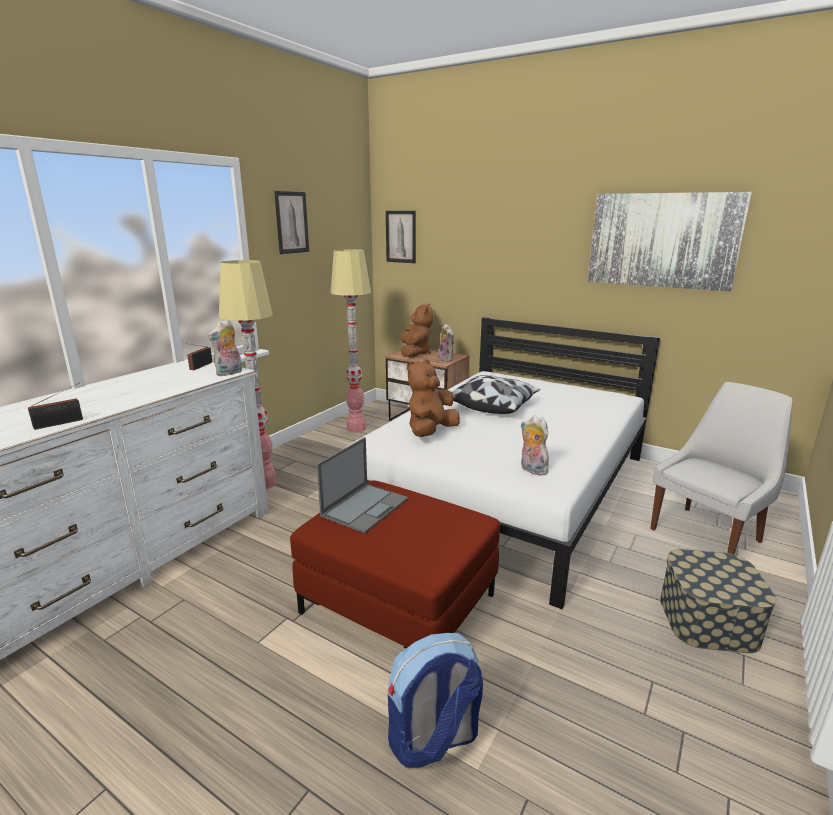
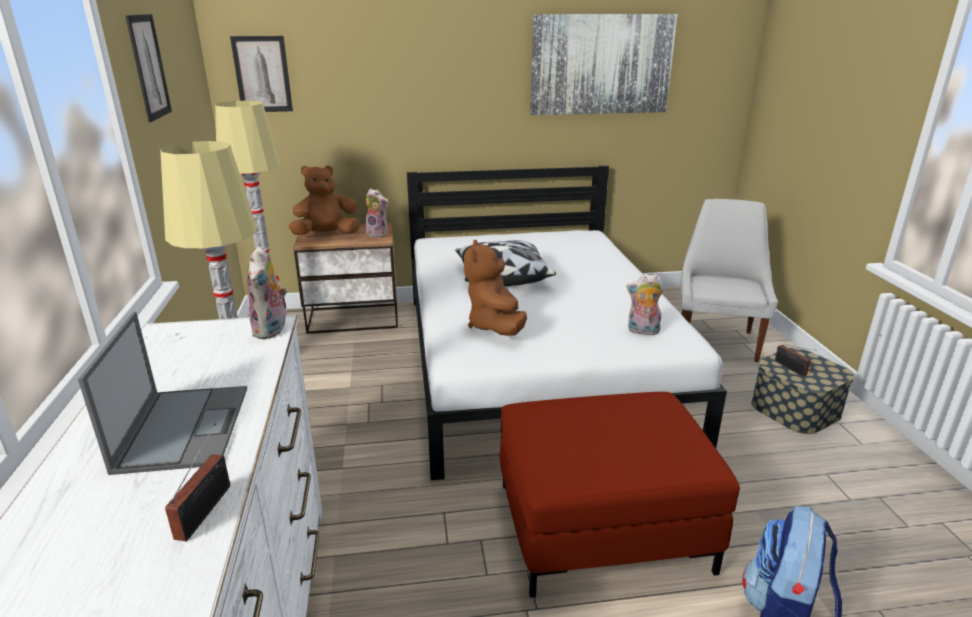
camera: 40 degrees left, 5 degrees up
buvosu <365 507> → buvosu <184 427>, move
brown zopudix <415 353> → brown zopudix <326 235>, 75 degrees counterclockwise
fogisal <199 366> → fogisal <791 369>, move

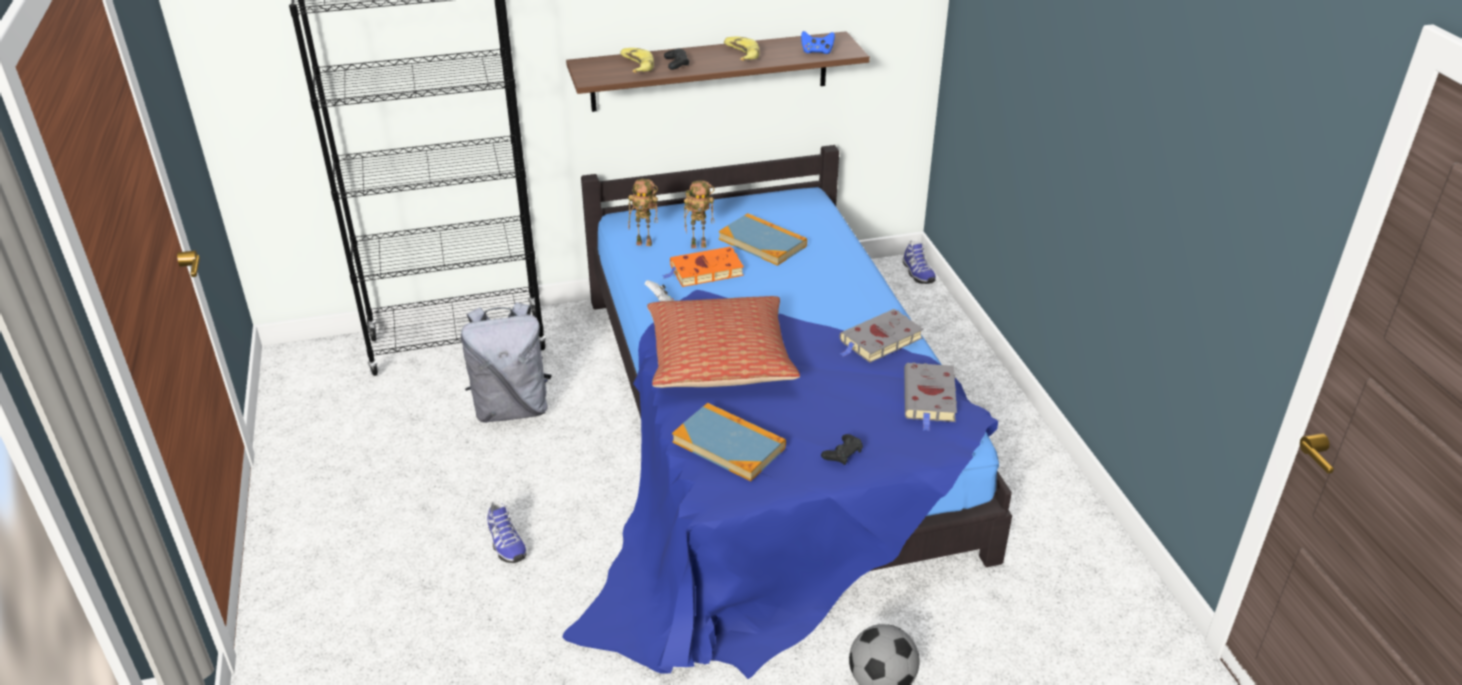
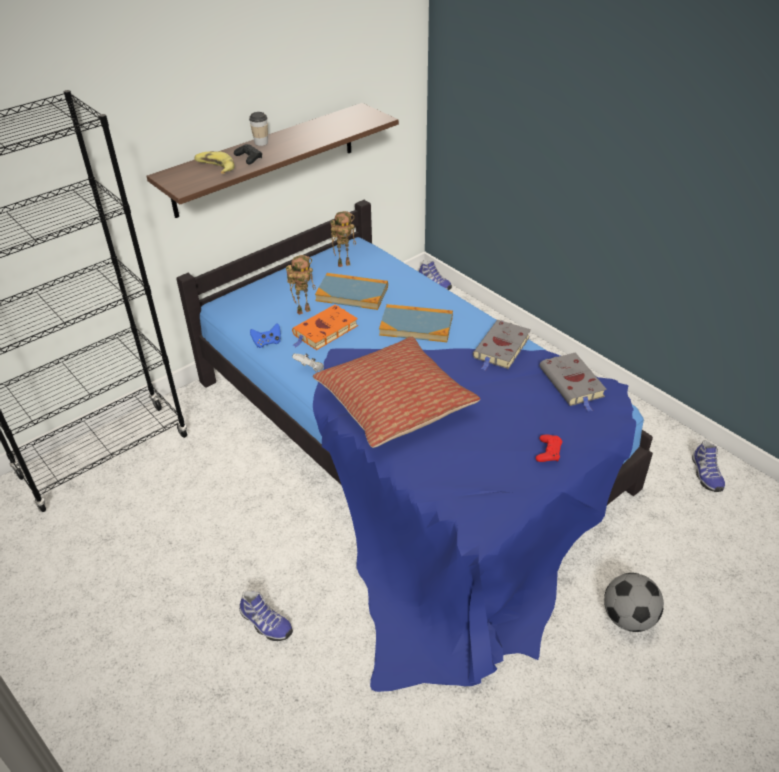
camera: 25 degrees left, 5 degrees up
- → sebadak <261 142>
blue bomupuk <817 51> → blue bomupuk <267 342>, move
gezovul <645 243> → gezovul <344 264>, move
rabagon <729 445> → rabagon <416 326>, move
black bomupuk <842 453> → red bomupuk <548 452>
- → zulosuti <705 474>
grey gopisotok <512 408> → -
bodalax <741 54> → -

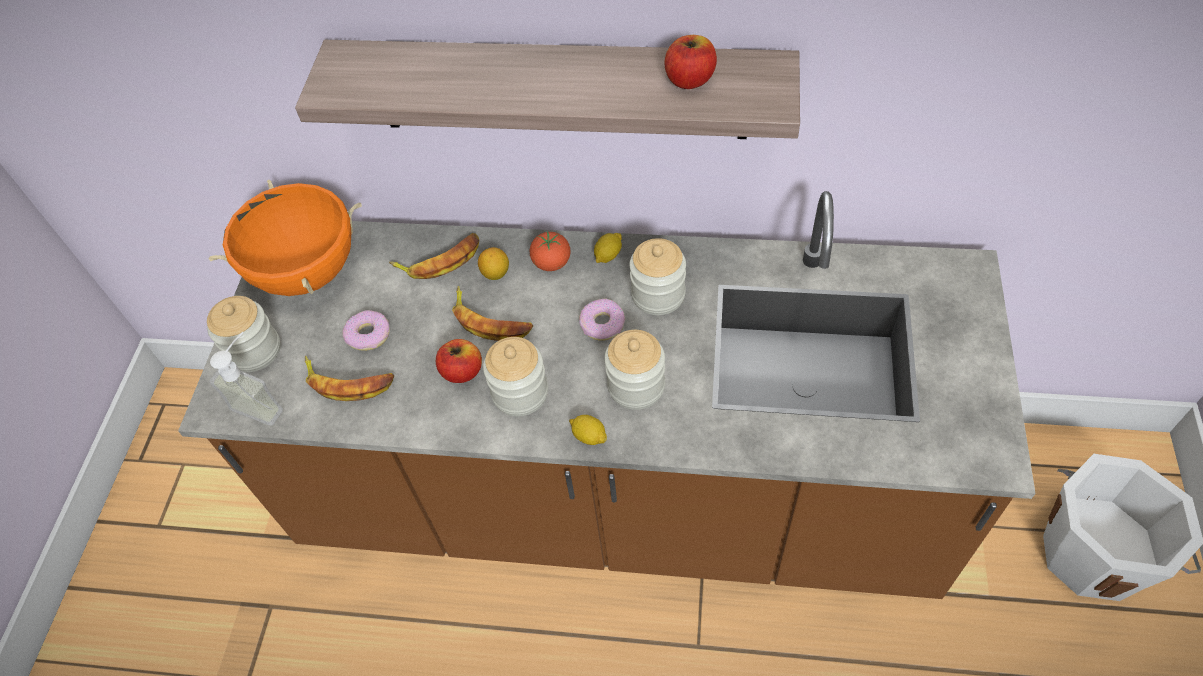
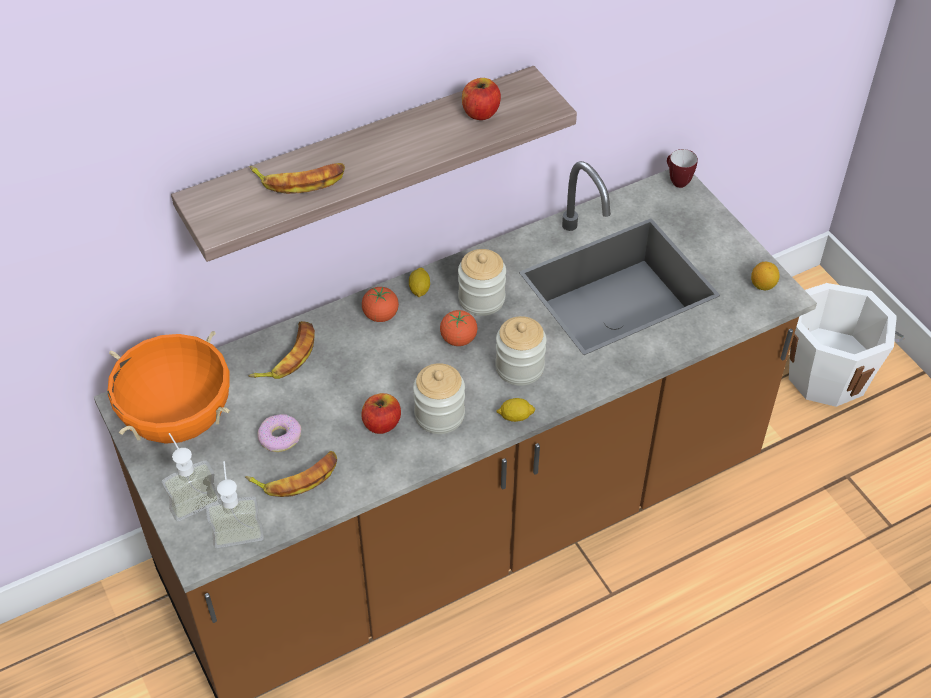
camera: 40 degrees left, 5 degrees down
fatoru <254 350> → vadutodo <191 497>
bodalax <490 320> → bodalax <300 180>, move
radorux <602 324> → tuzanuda <458 339>
- → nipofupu <676 181>
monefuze <496 273> → monefuze <763 285>, move

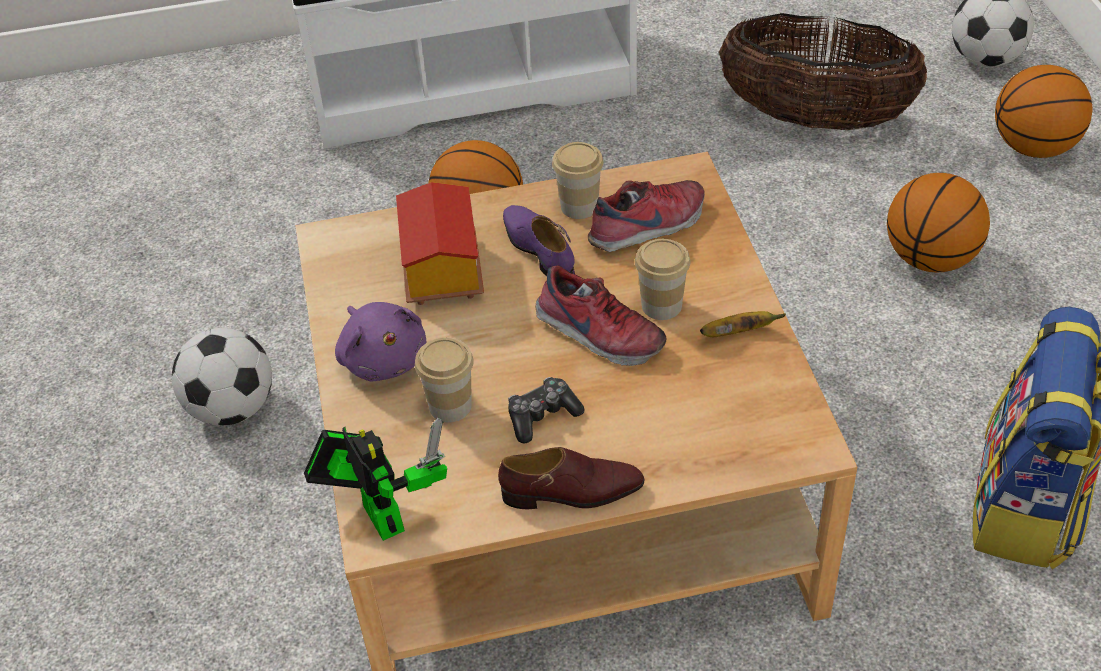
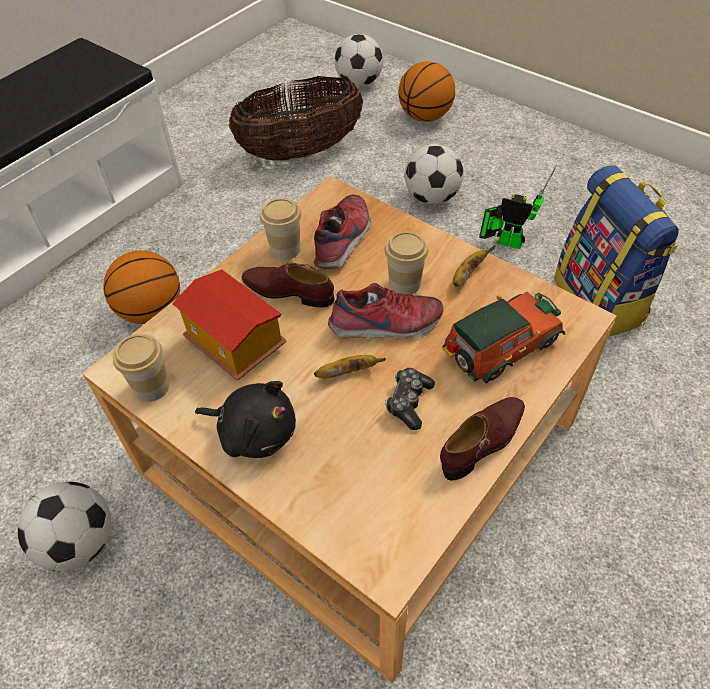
camera: 40 degrees left, 5 degrees up
sebadak <450 406> → sebadak <152 387>, move
purple zopudix <383 358> → black zopudix <254 432>
purple zulosuti <539 250> → brown zulosuti <288 291>
- → bodalax <348 372>
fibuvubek <931 258> → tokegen <432 197>
- → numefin <499 349>
gezovul <380 512> → gezovul <505 241>, move

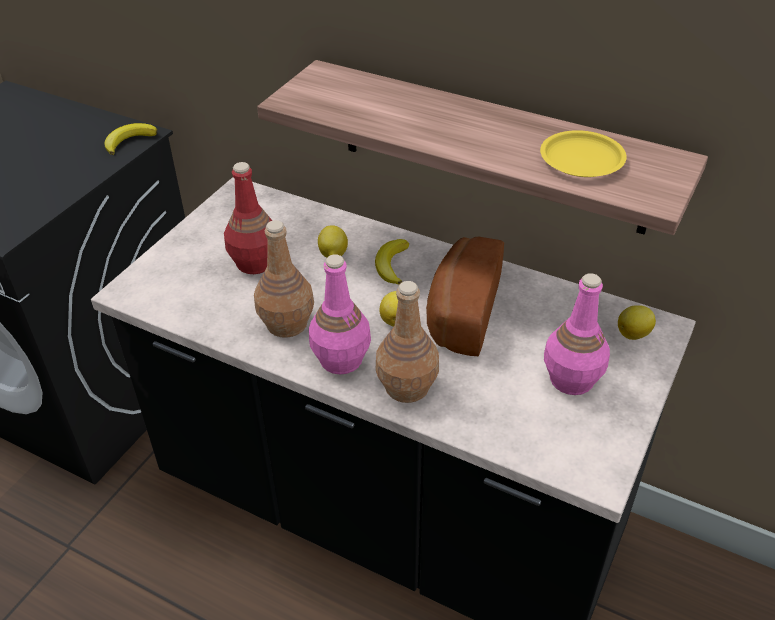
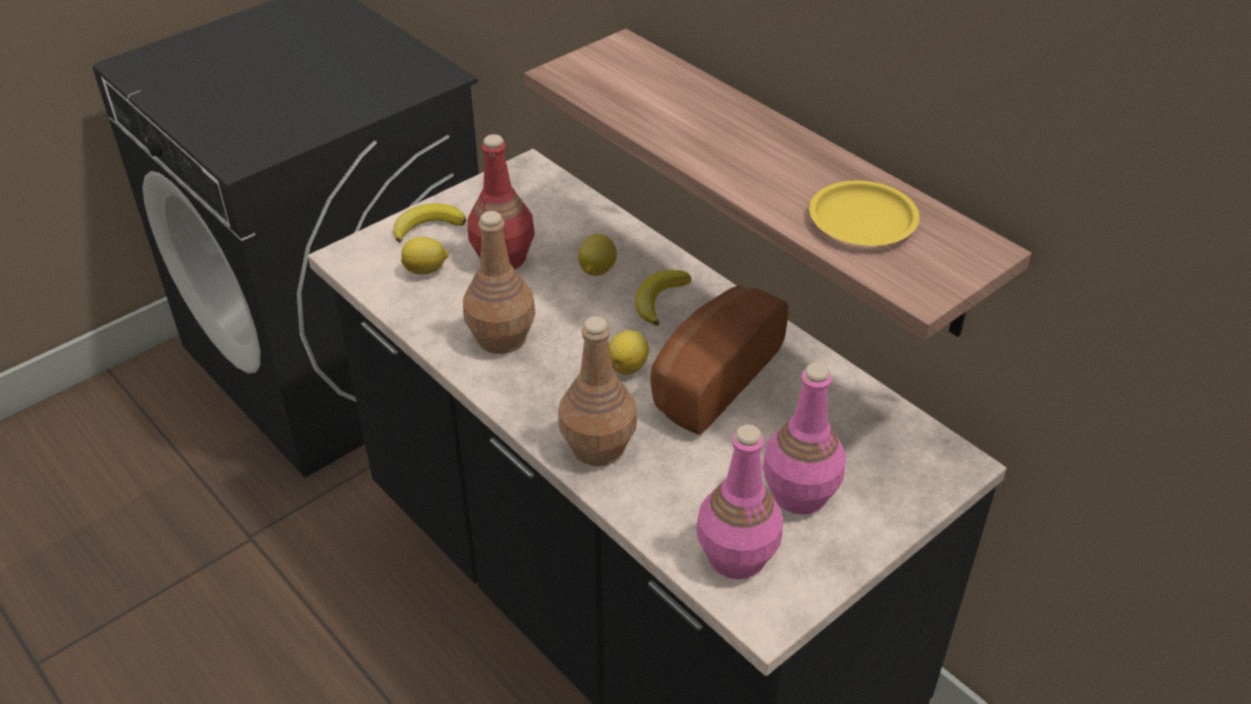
camera: 20 degrees right, 0 degrees up
bodalax <129 141> → bodalax <427 226>, move
monefuze <634 334> → monefuze <426 270>, move
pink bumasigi <340 360> → pink bumasigi <736 557>, move

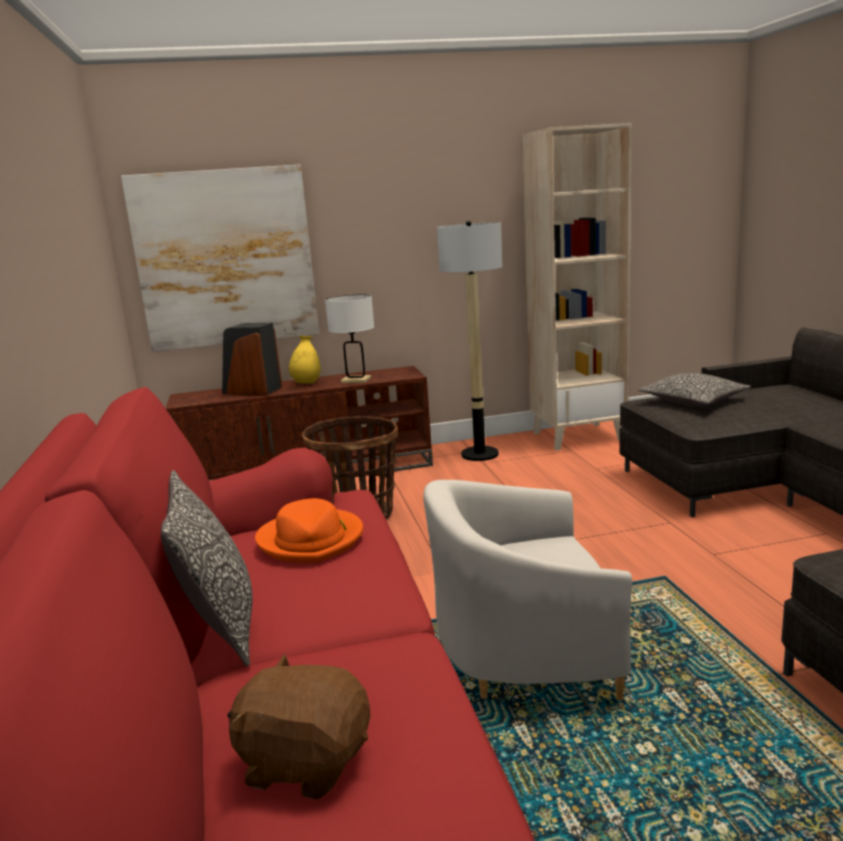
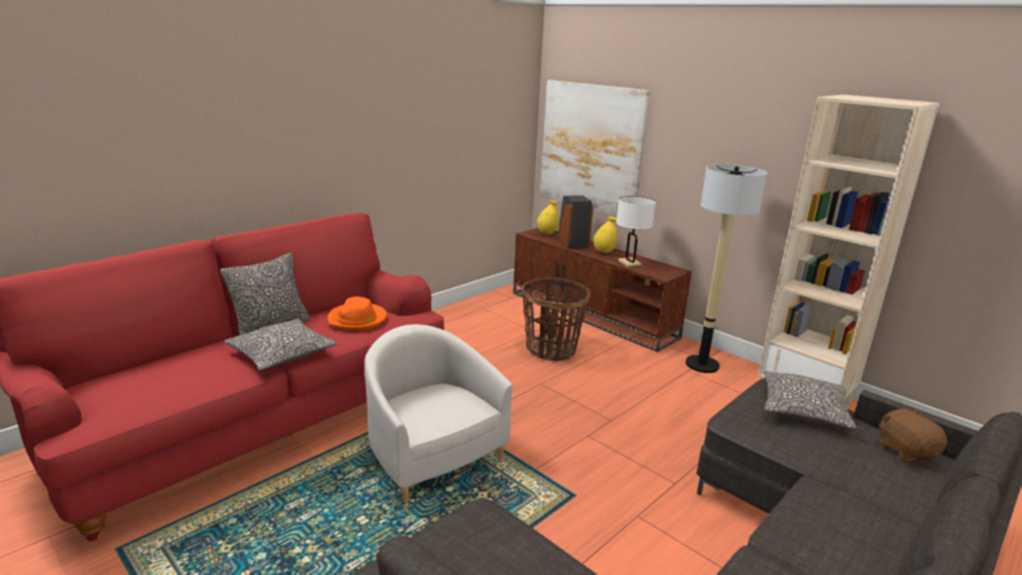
camera: 55 degrees right, 5 degrees up
- → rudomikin <282 354>
- → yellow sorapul <547 233>
brown zopudix <305 762> → brown zopudix <905 452>, move

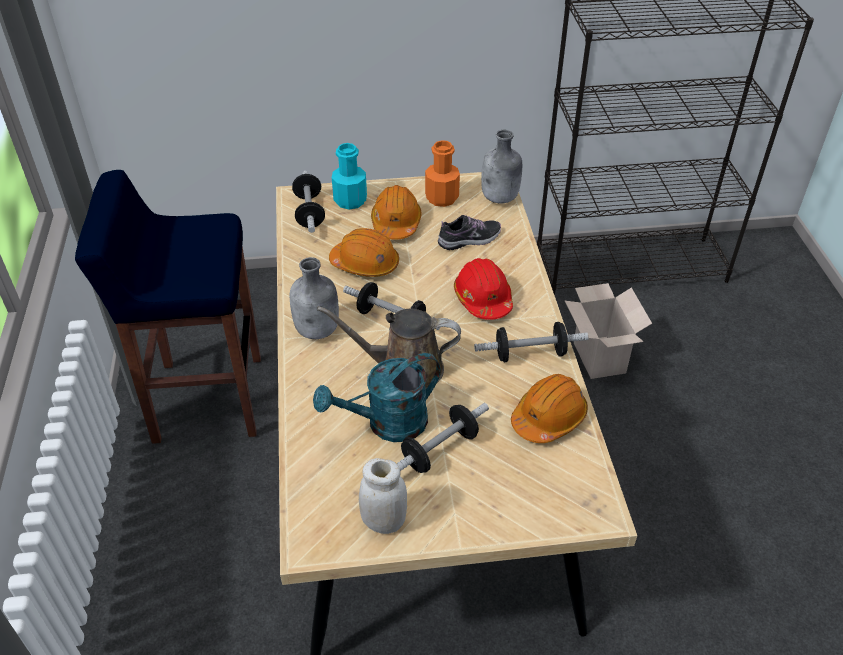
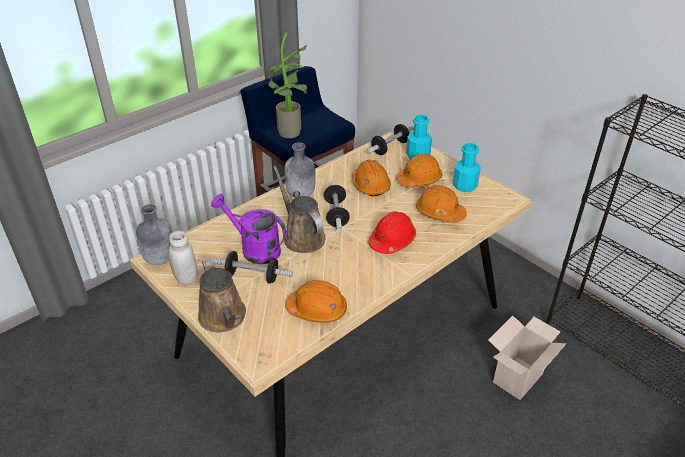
camera: 55 degrees right, 5 degrees down
grey bumasigi <500 198> → grey bumasigi <160 259>, move
- → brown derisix <224 318>
turquoise derisix <387 424> → purple derisix <254 249>
- → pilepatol <292 134>
zulosuti <469 239> → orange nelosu <439 213>
orange bumasigi <442 198> → turquoise bumasigi <464 185>
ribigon <530 354> → -

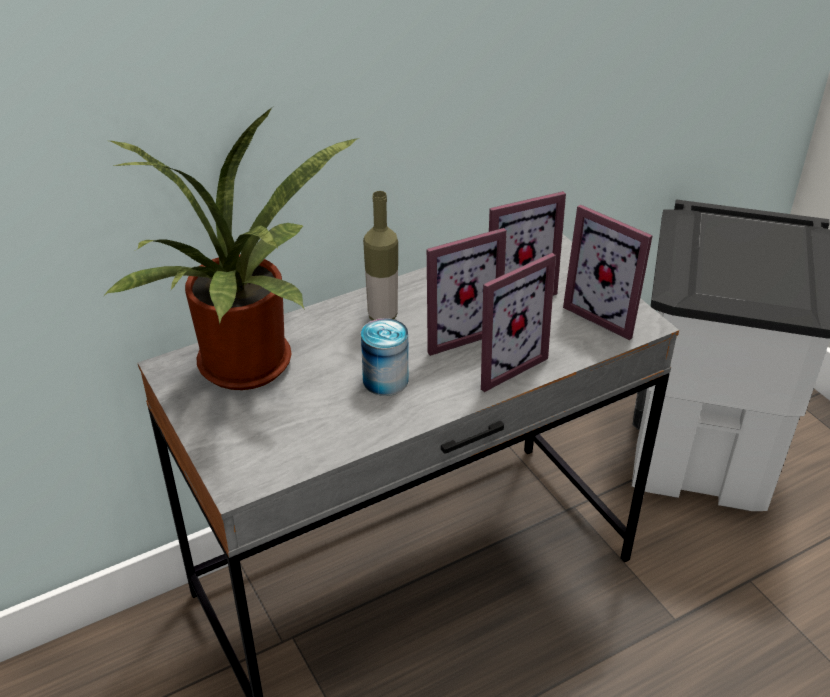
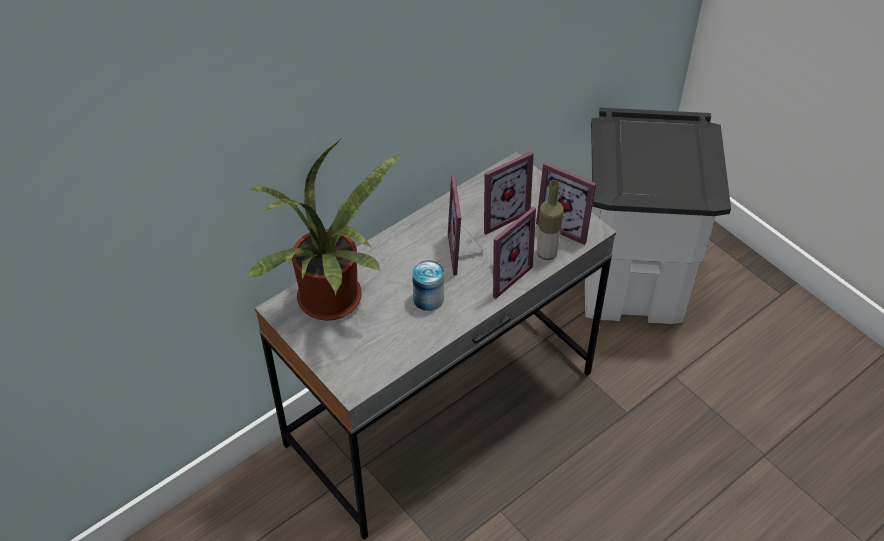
camera: 10 degrees left, 10 degrees up
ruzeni <455 331> → ruzeni <466 253>, 120 degrees clockwise
bumasigi <382 316> → bumasigi <546 253>, move

